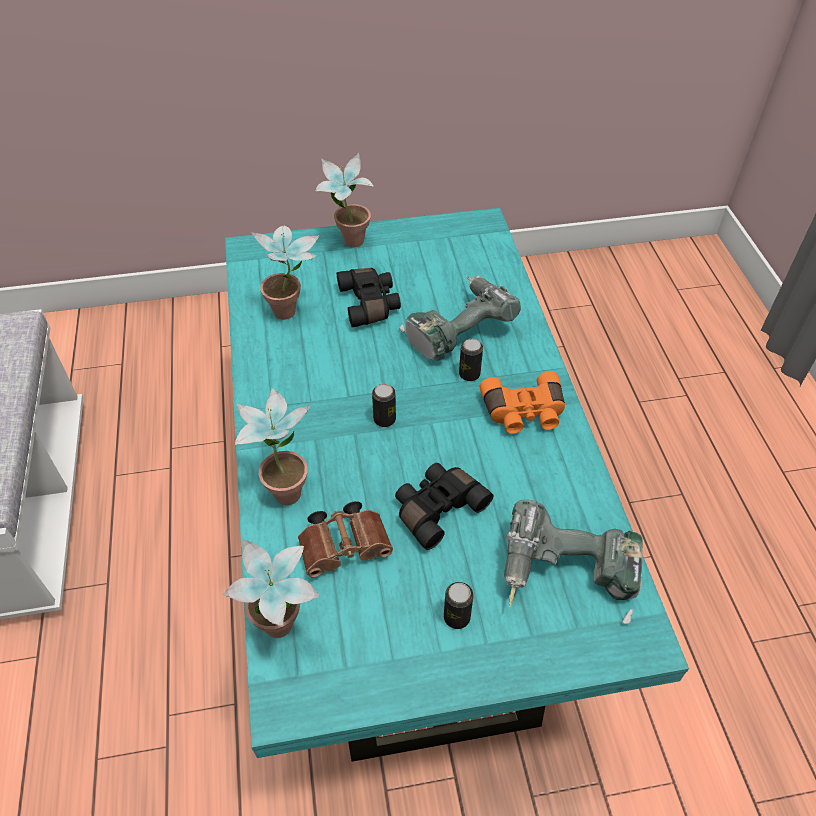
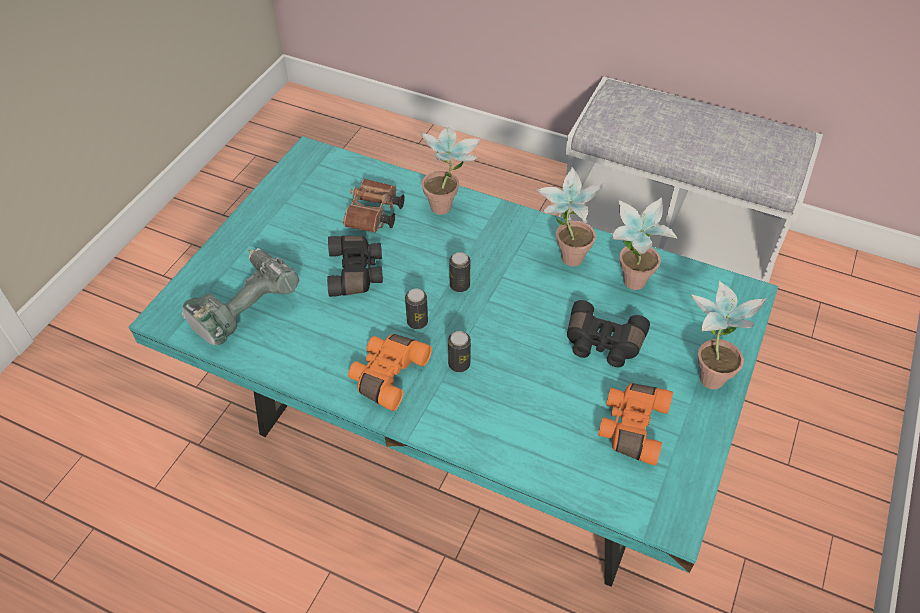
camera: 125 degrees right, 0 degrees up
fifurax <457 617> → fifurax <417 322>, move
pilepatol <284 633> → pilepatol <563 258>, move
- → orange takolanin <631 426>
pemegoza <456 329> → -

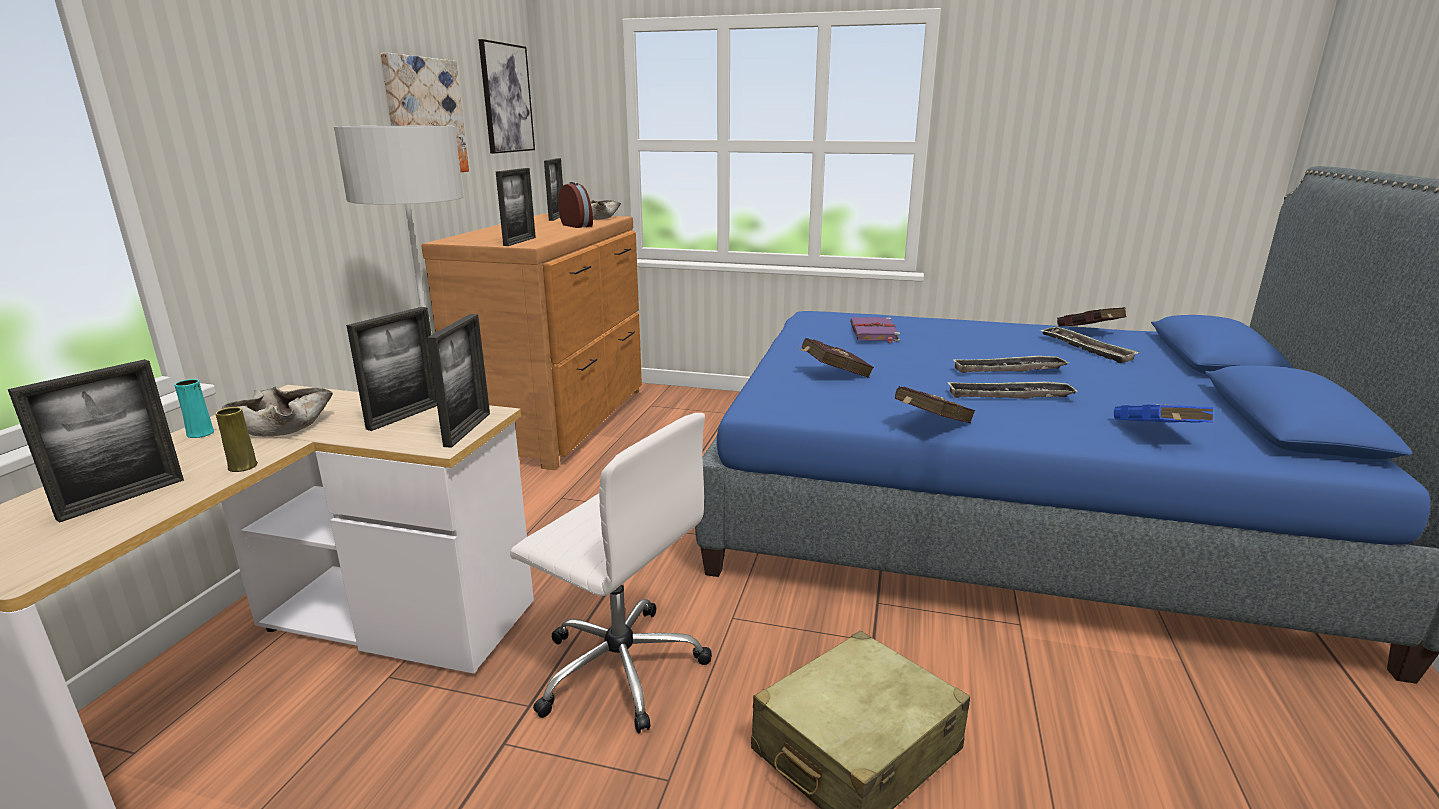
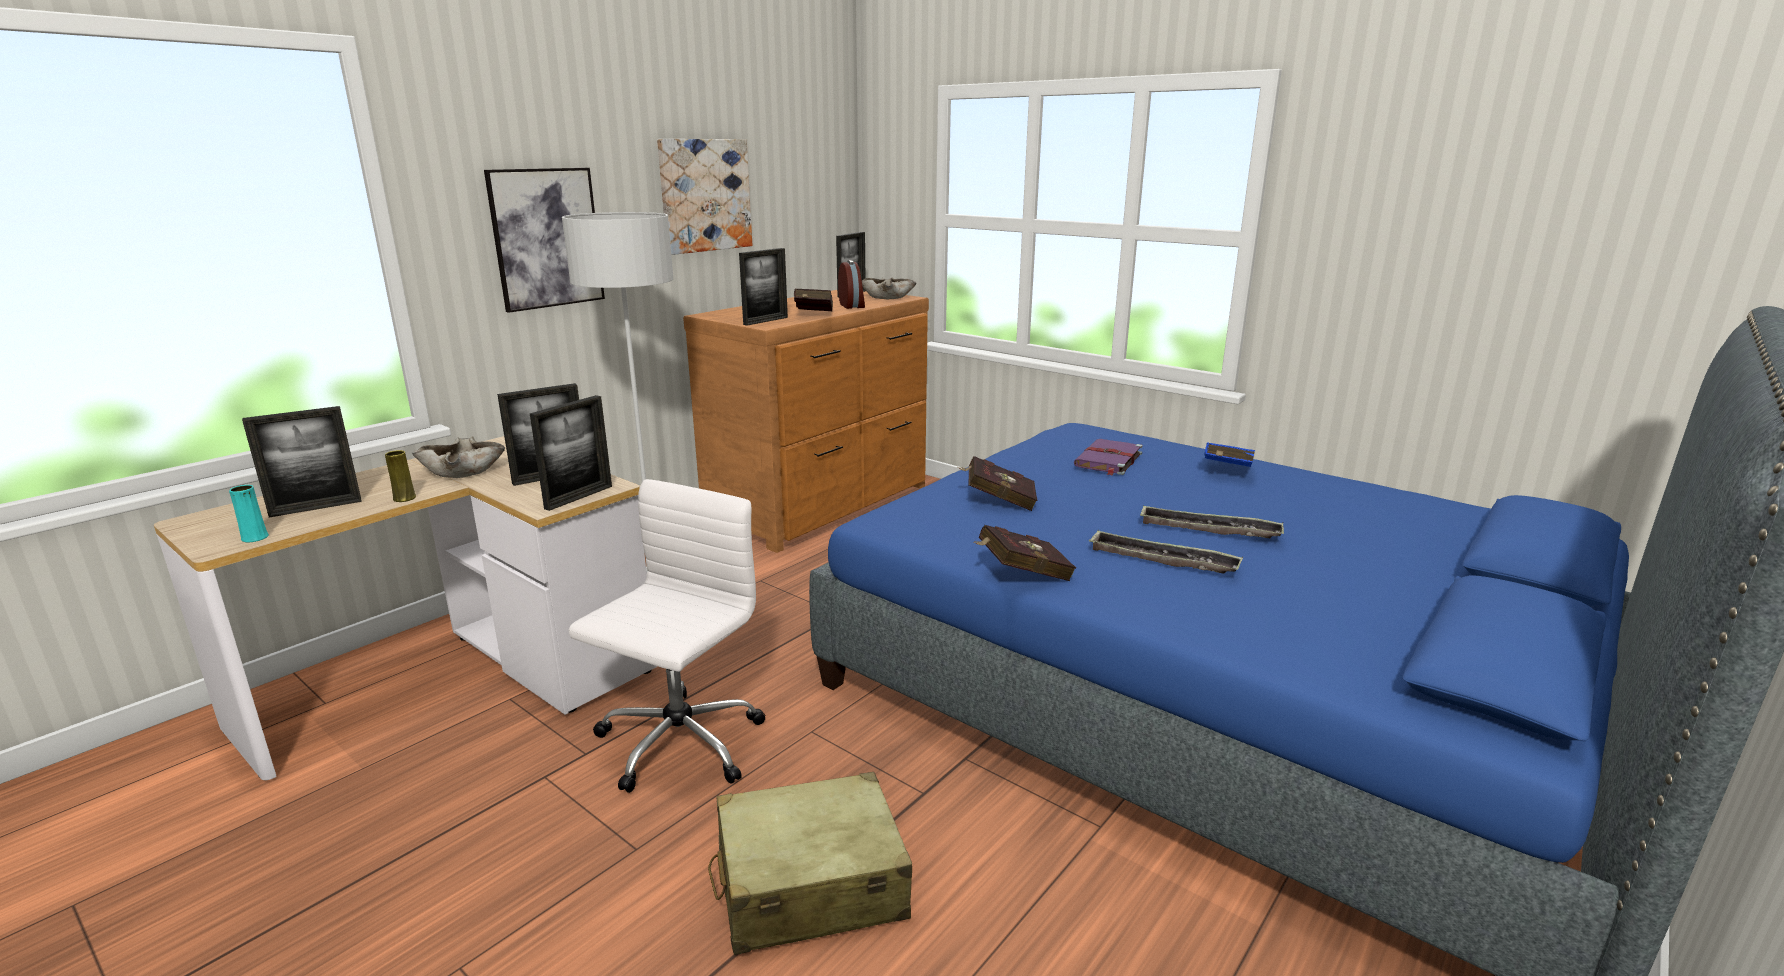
camera: 25 degrees right, 0 degrees up
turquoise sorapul <200 433> → turquoise sorapul <255 538>, move
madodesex <506 98> → madodesex <546 238>, move
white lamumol <618 667> → white lamumol <678 744>, 120 degrees counterclockwise
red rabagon <1090 332> → red rabagon <813 315>, move
blue rabagon <1157 435> → blue rabagon <1225 473>, move
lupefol <1085 349> → -

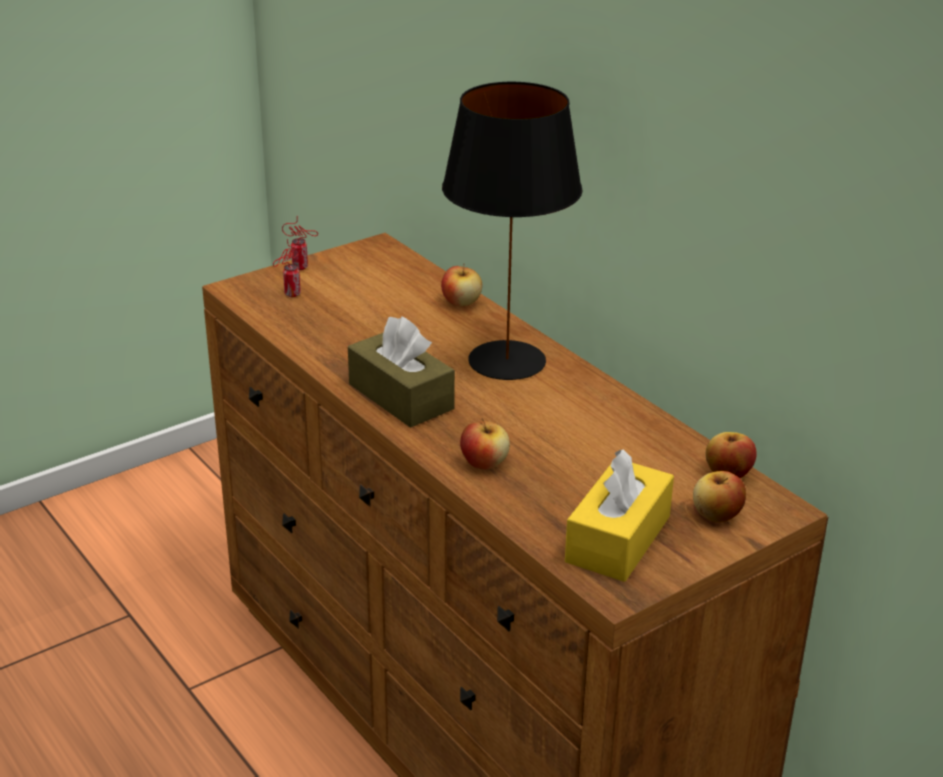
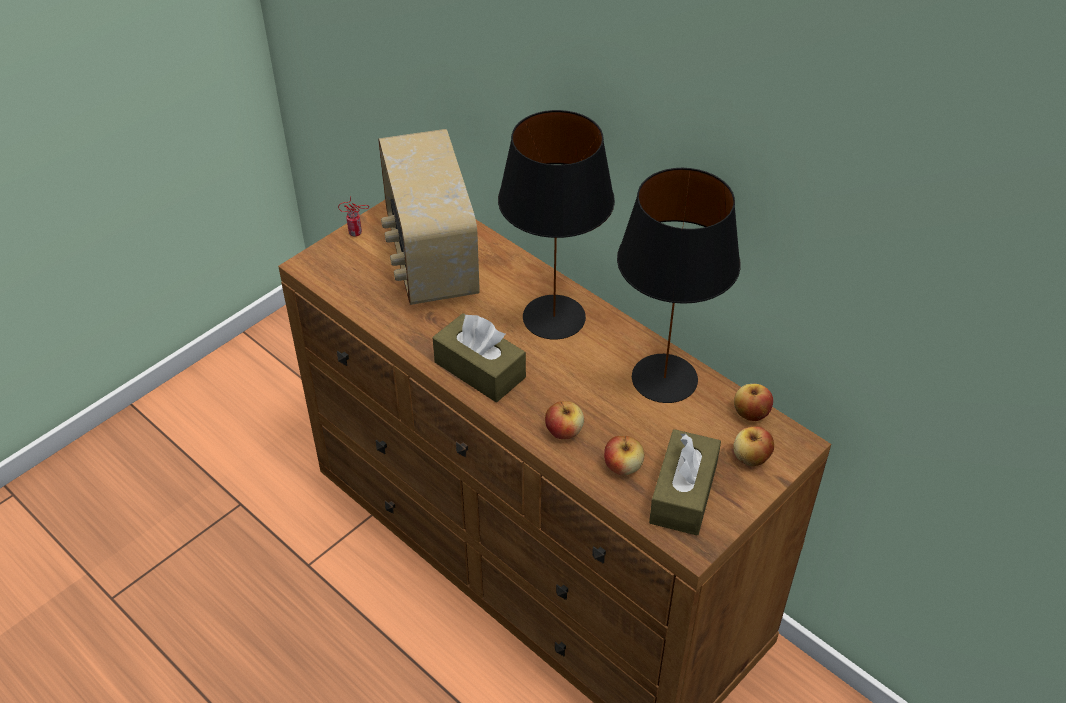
camera: 10 degrees left, 15 degrees up
- → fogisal <429 259>
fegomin <461 302> → fegomin <623 467>, move
- → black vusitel <664 379>
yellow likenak <618 539> → brown likenak <683 493>
fifurax <290 295> → -

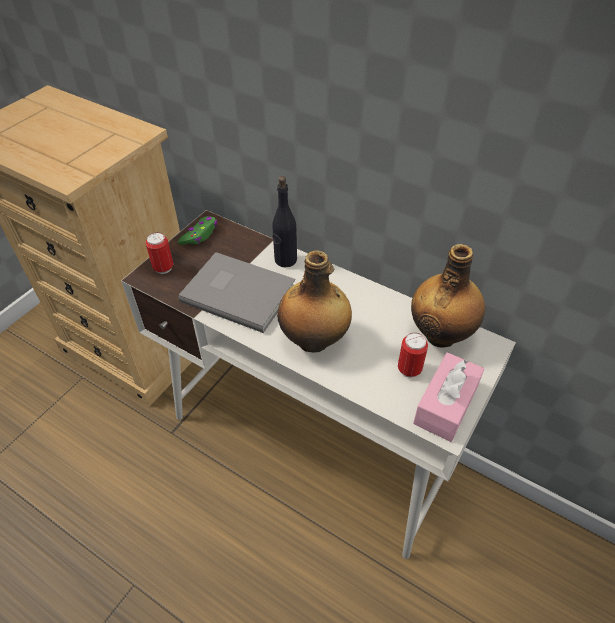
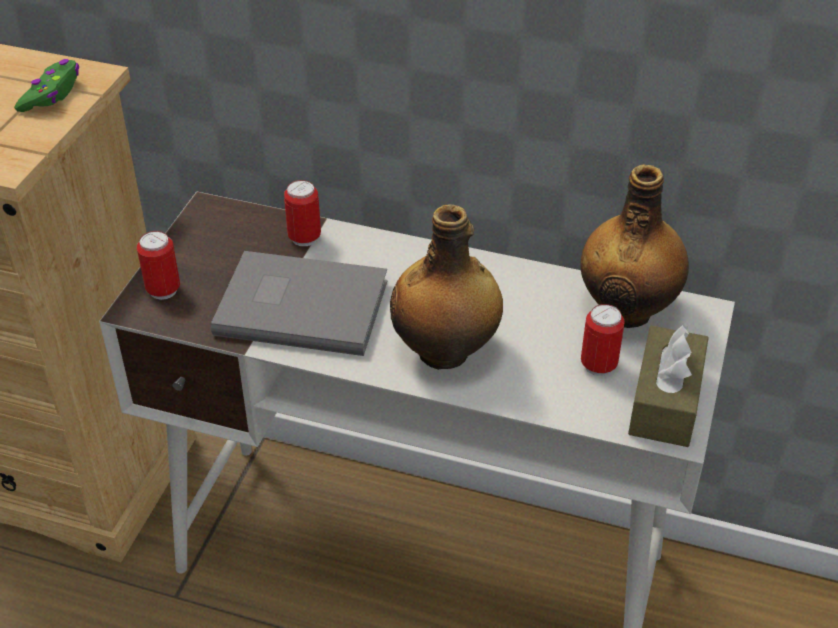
camera: 15 degrees left, 5 degrees down
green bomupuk <200 235> → green bomupuk <51 94>, move
- → fifurax <304 238>
pink likenak <446 405> → brown likenak <665 401>
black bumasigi <285 260> → -

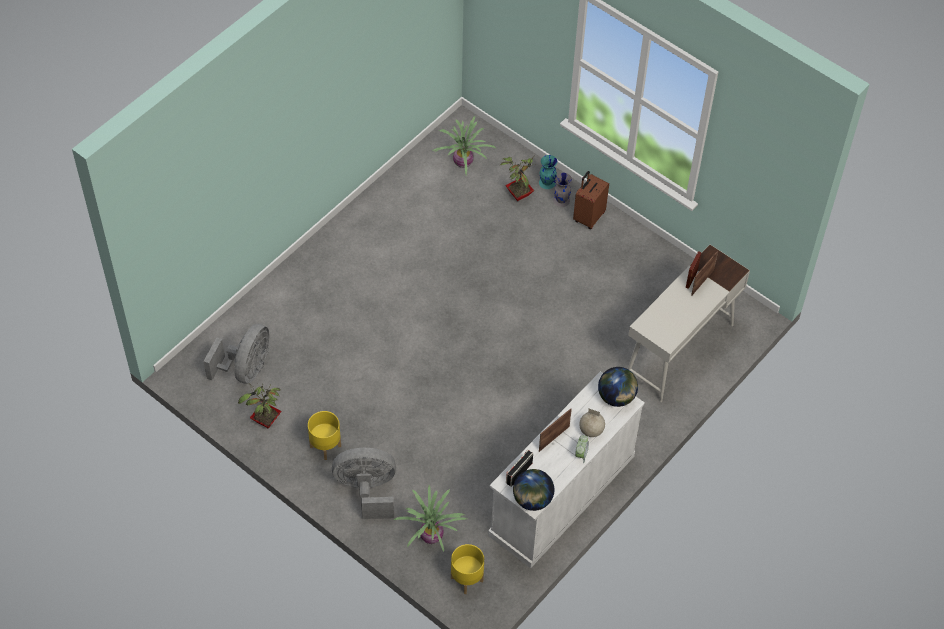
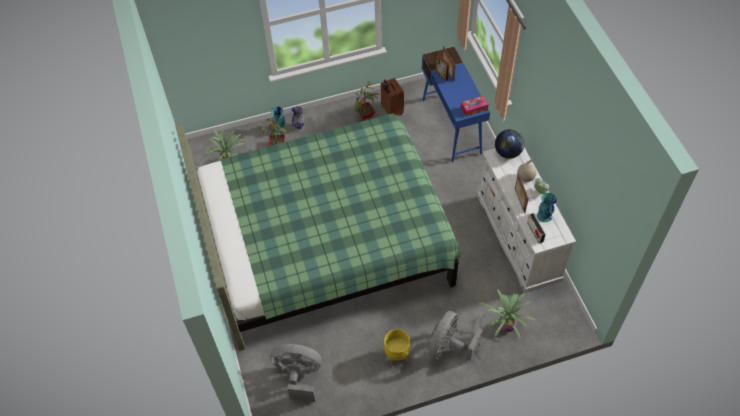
camera: 55 degrees left, 0 degrees up
- → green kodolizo <324 240>
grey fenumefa <246 369> → grey fenumefa <299 375>, 45 degrees counterclockwise
pilepatol <265 421> → pilepatol <365 115>, move
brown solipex <588 217> → brown solipex <391 111>, move
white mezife <679 351> → blue mezife <451 126>
- → likenak <474 108>
- → turquoise sorapul <544 216>
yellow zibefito <466 579> → -
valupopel <532 499> → -

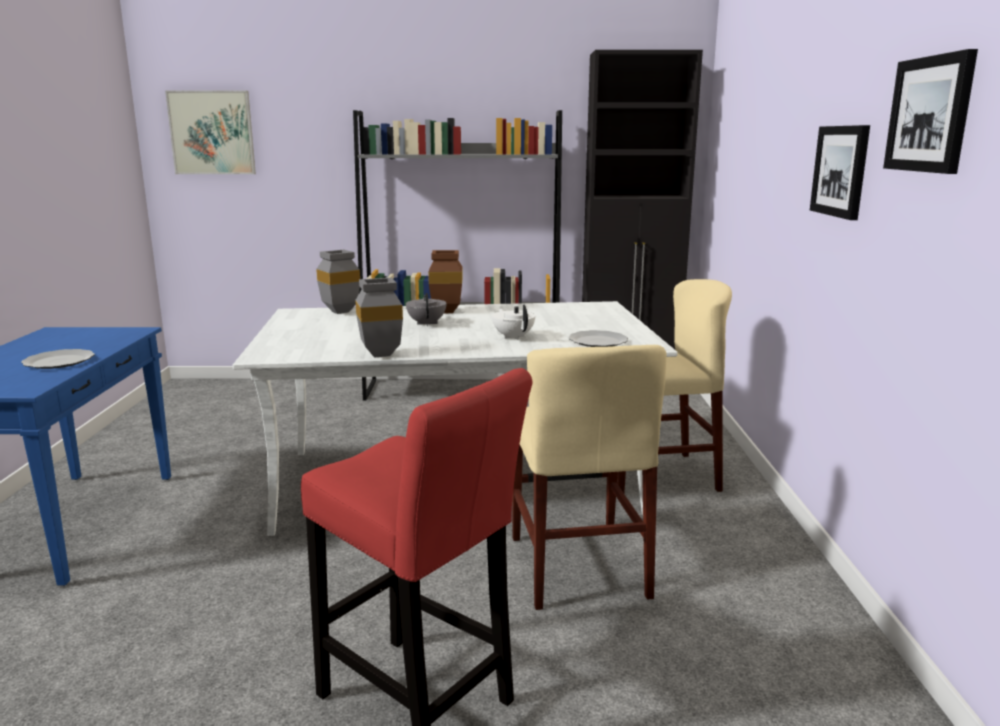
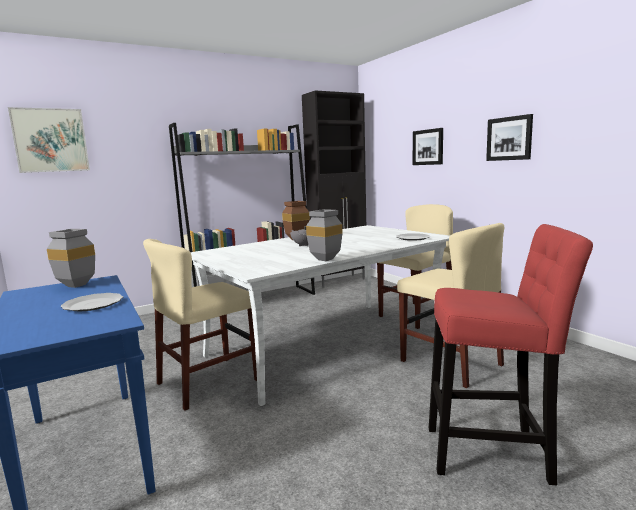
camera: 30 degrees left, 5 degrees down
grey sorapul <339 312> → grey sorapul <76 286>, move
- → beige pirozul <208 381>
madodesex <930 114> → madodesex <428 147>, move
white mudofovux <513 337> → -

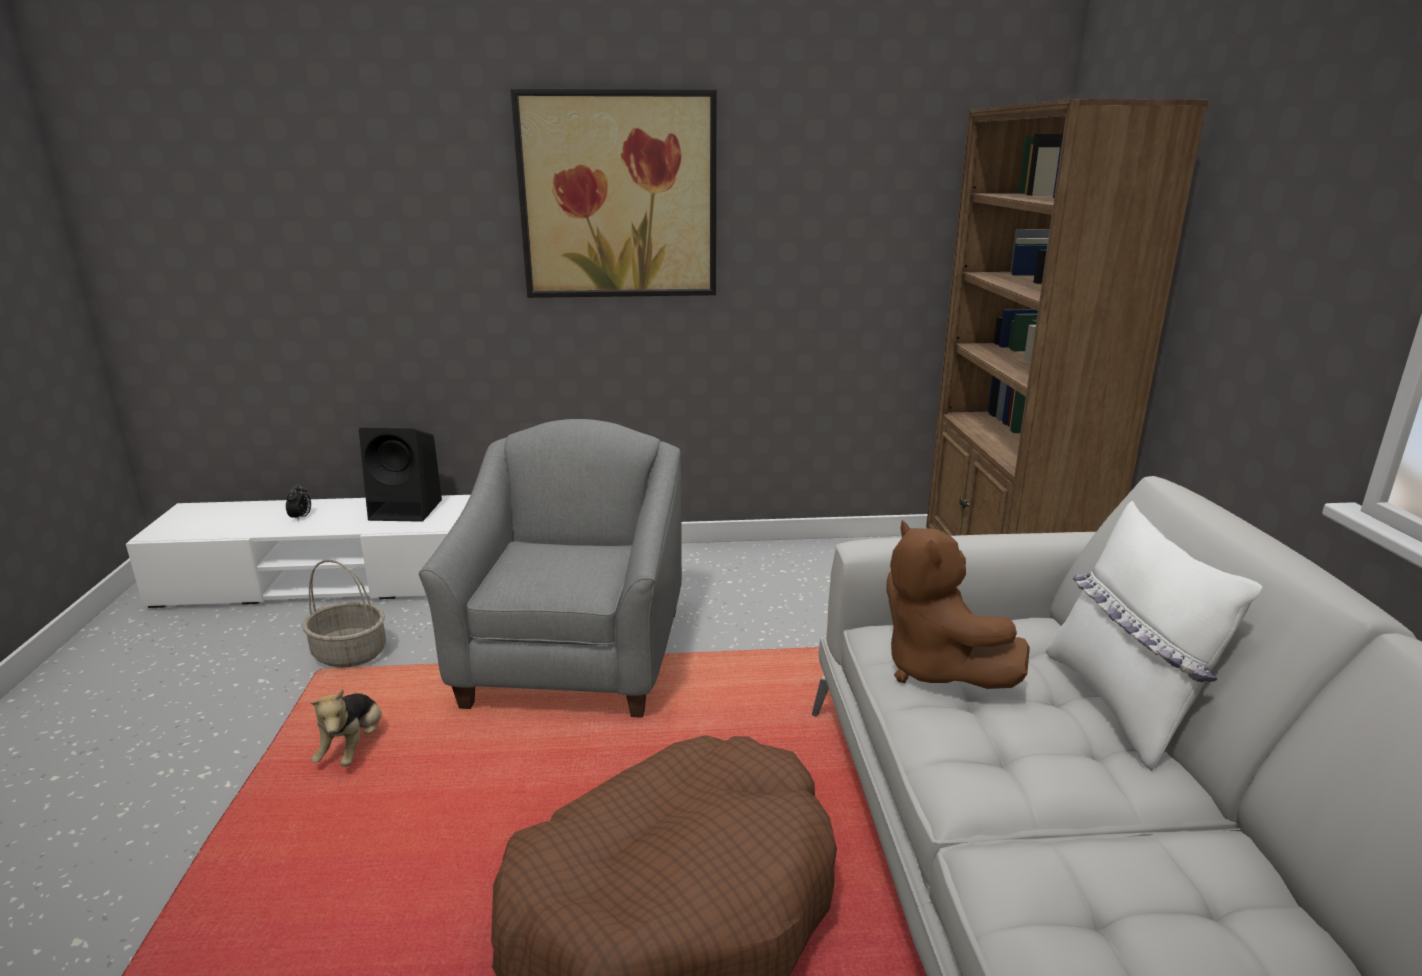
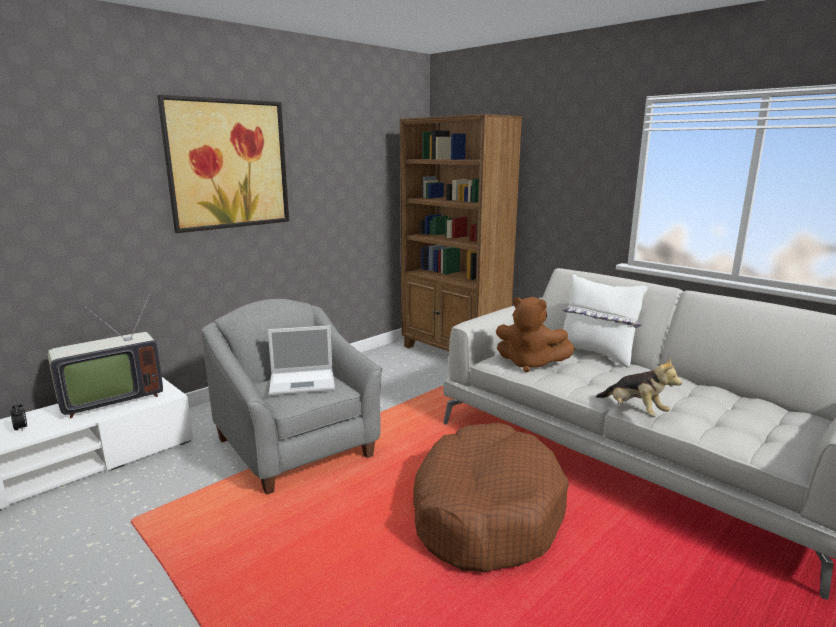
camera: 40 degrees left, 5 degrees down
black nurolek <408 509> → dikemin <110 399>
- → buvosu <303 382>
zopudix <353 747> → zopudix <634 411>, move
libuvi <348 654> → -

